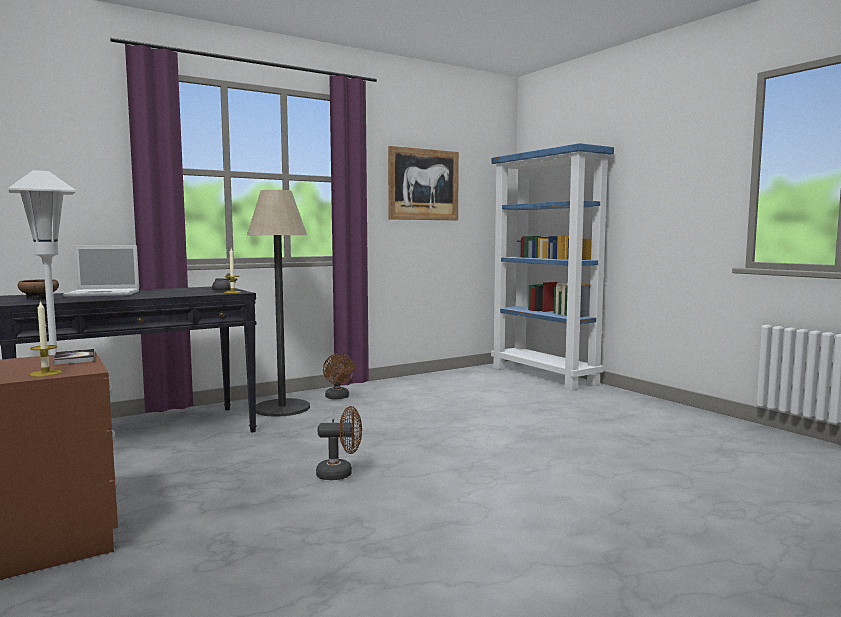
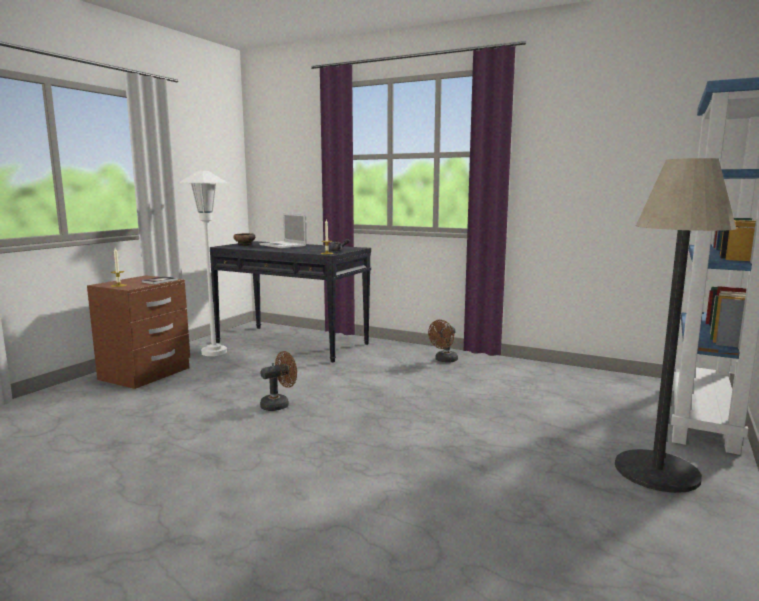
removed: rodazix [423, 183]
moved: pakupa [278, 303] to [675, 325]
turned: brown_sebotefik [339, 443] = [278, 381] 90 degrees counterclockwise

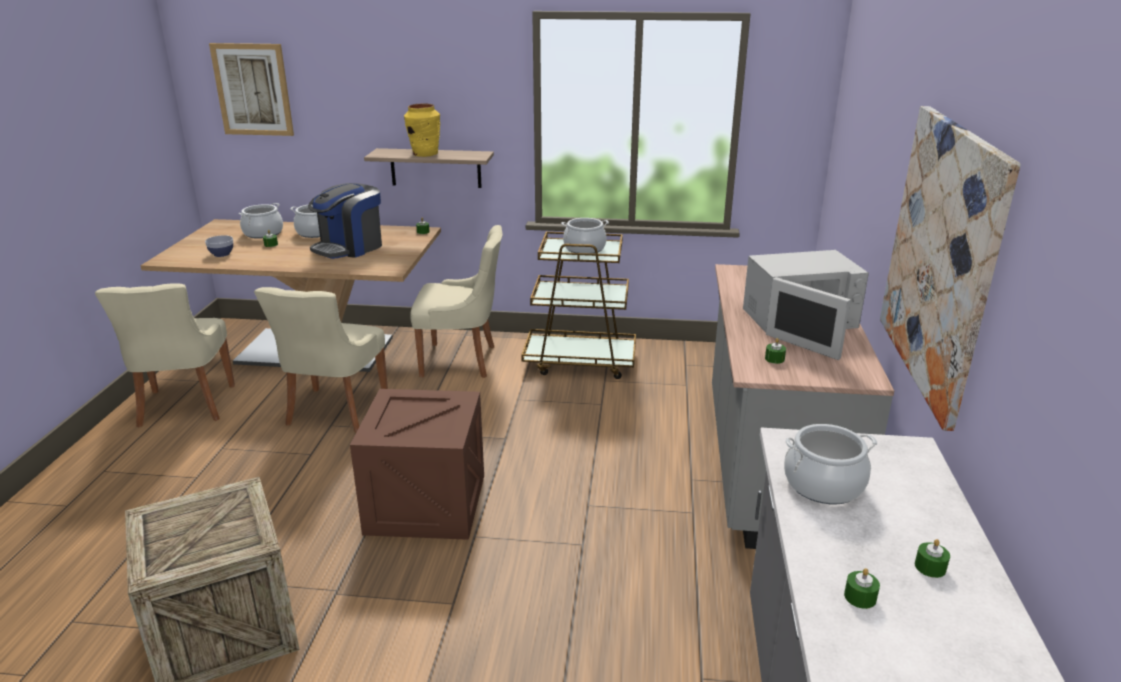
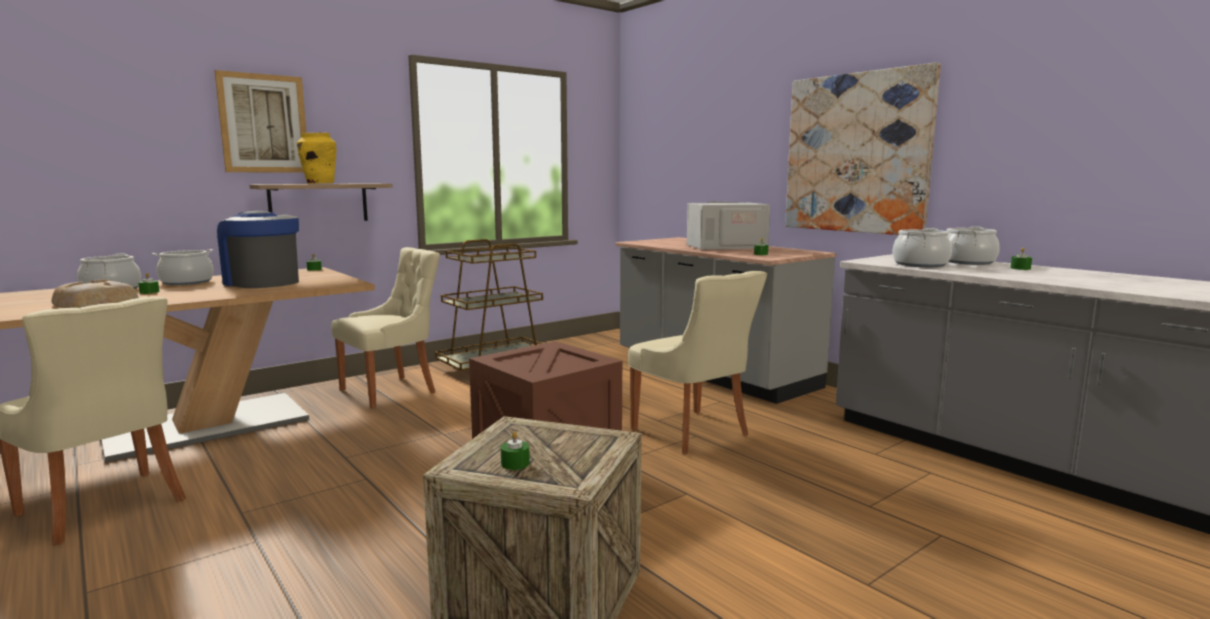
moved: rodazix [251, 89] to [260, 121]; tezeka [585, 236] to [973, 245]; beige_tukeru [321, 360] to [697, 362]; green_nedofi [862, 588] to [515, 450]
replaced: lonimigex [219, 246] to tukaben [95, 293]
turned: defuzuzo [345, 221] = [258, 249] 135 degrees clockwise; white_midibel [806, 305] = [728, 225] 135 degrees counterclockwise

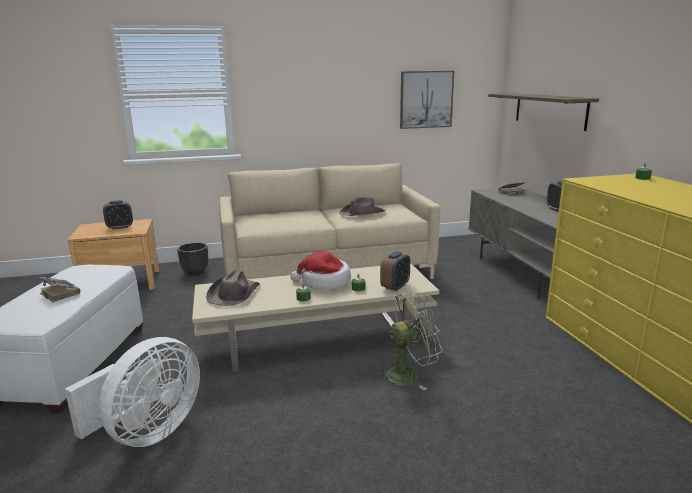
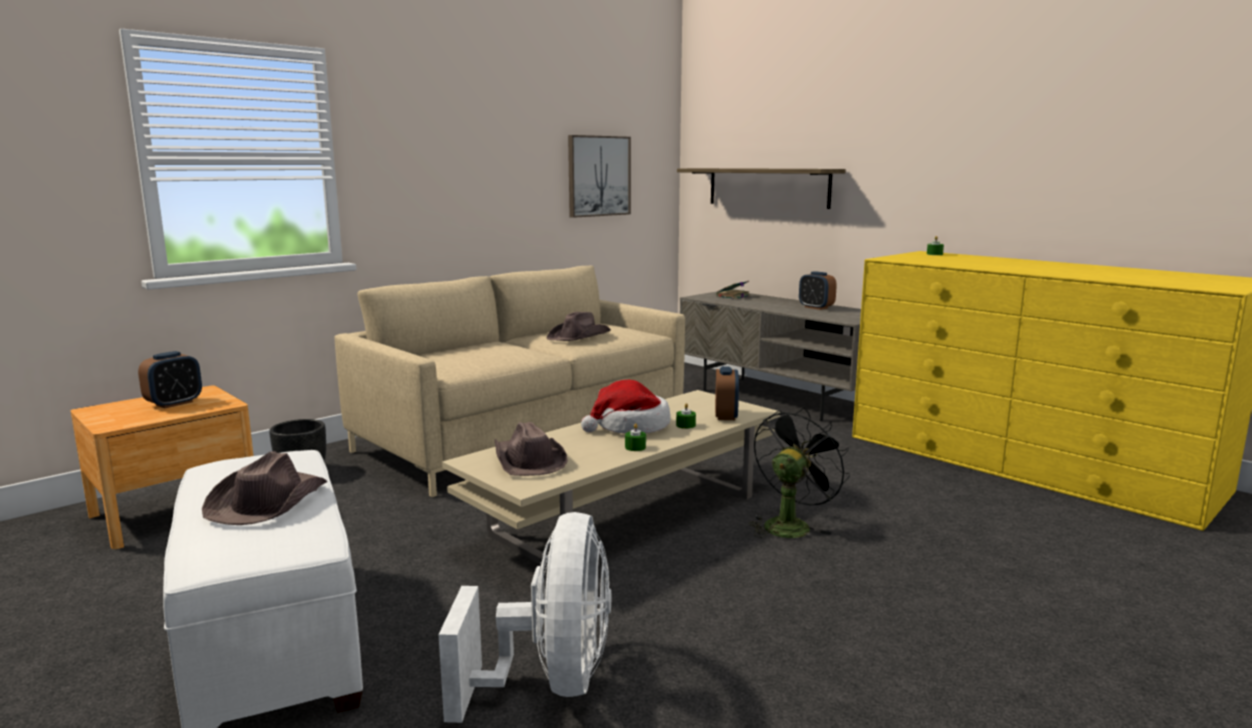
replaced: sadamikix [59, 289] to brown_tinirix [265, 488]
recoloured: green_sebotefik [408, 341] to black_sebotefik [799, 472]

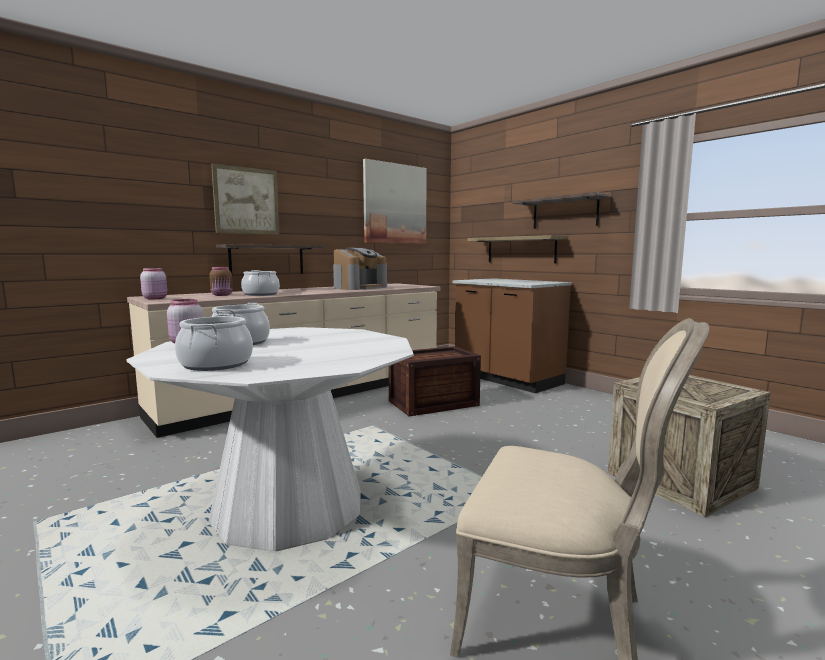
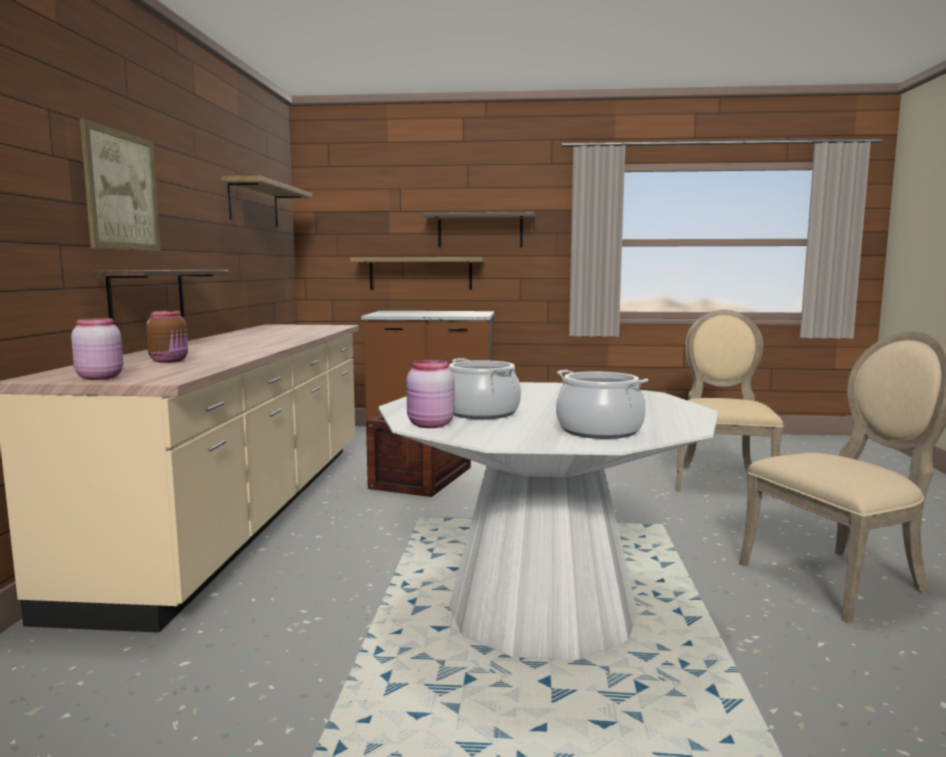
removed: defuzuzo [360, 269]; tezeka [260, 283]
replaced: rodazix [395, 201] to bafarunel [266, 201]; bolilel [689, 446] to beige_tukeru [730, 404]

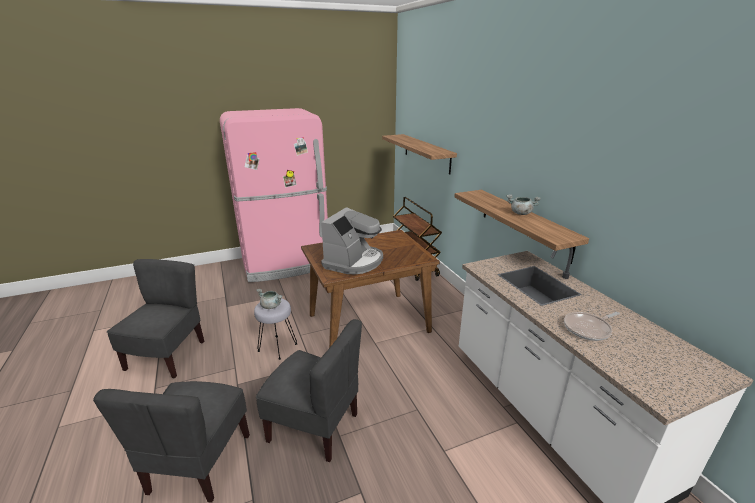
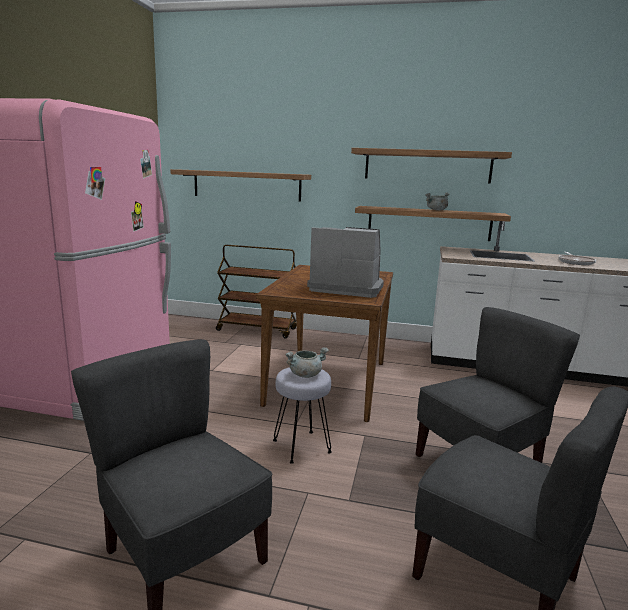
added: bafarunel [431, 166]
turned: defuzuzo [352, 240] = [345, 262] 45 degrees counterclockwise

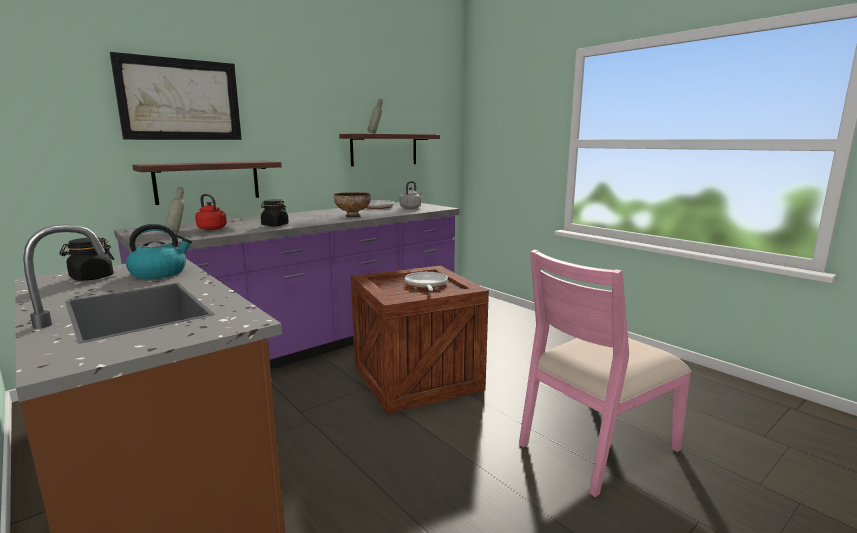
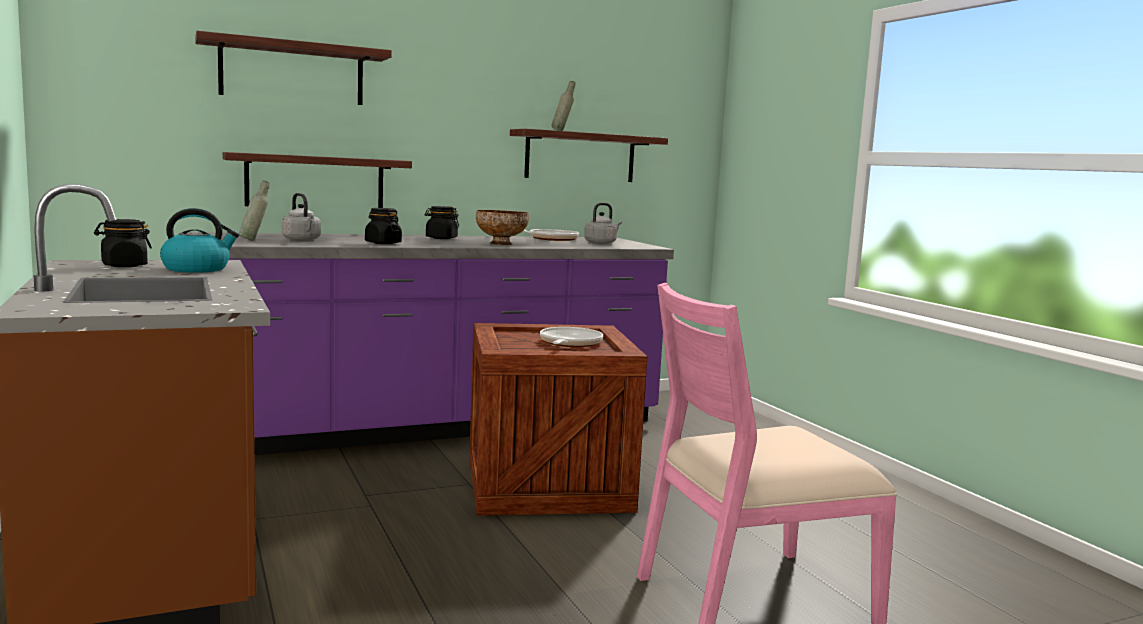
added: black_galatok [441, 222]
replaced: rodazix [176, 96] to bafarunel [293, 68]
recoloured: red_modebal [211, 212] to grey_modebal [301, 217]

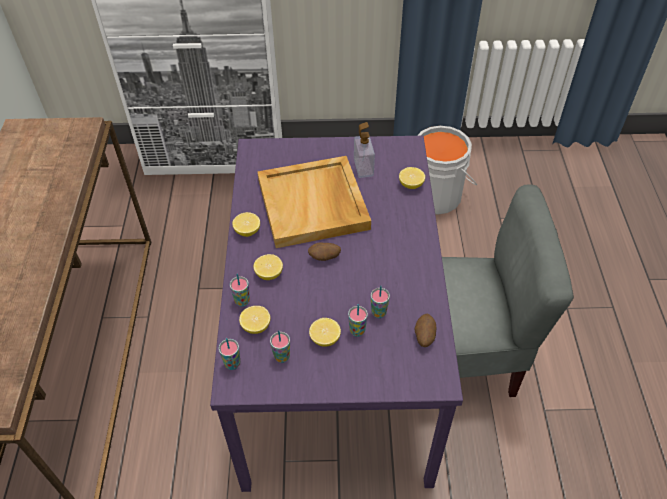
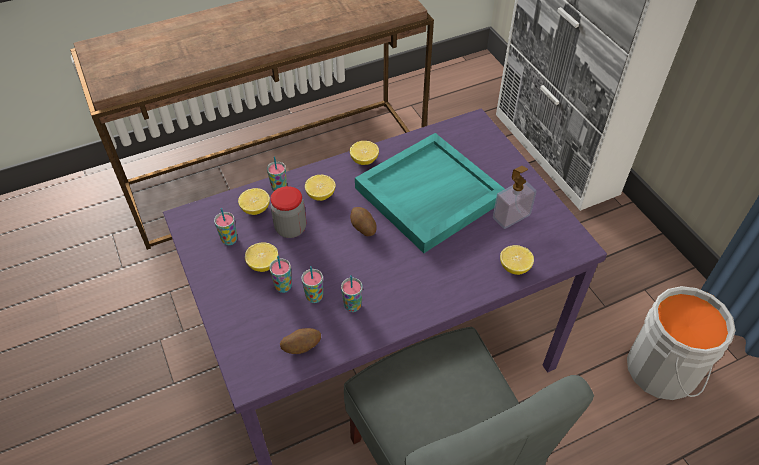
added: galatok [288, 212]
moved: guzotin [229, 354] to [352, 293]
recoloured: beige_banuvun [314, 202] to turquoise_banuvun [430, 193]

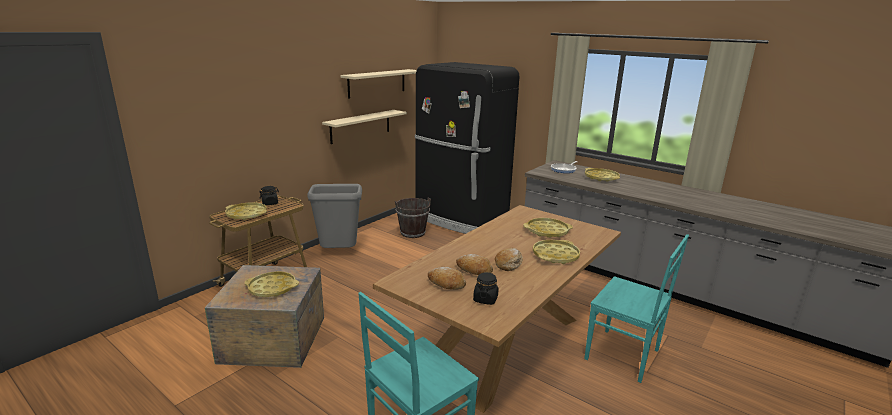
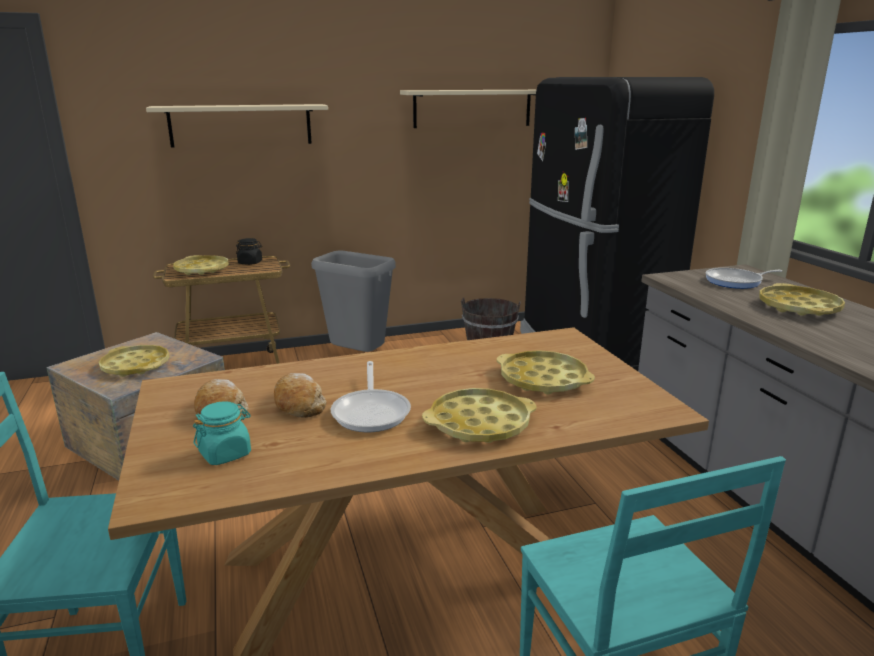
moved: beige_bafarunel [364, 127] to [237, 126]
replaced: tukaben [509, 259] to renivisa [371, 396]
recoloured: black_galatok [486, 288] to turquoise_galatok [222, 433]

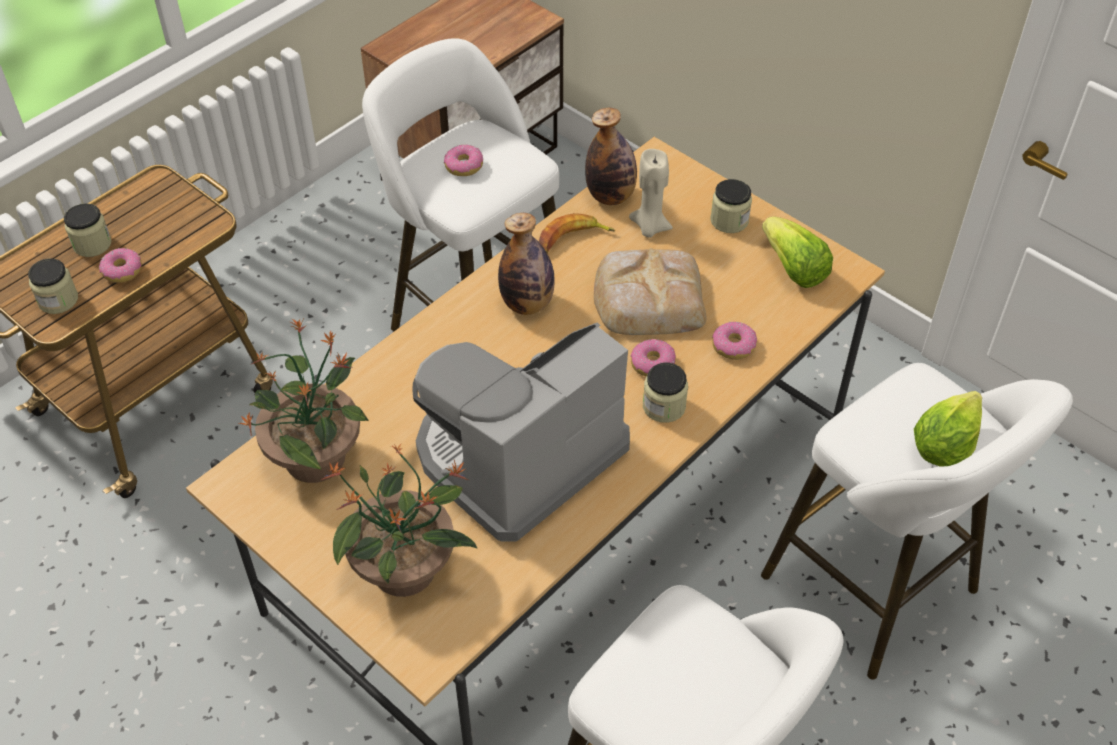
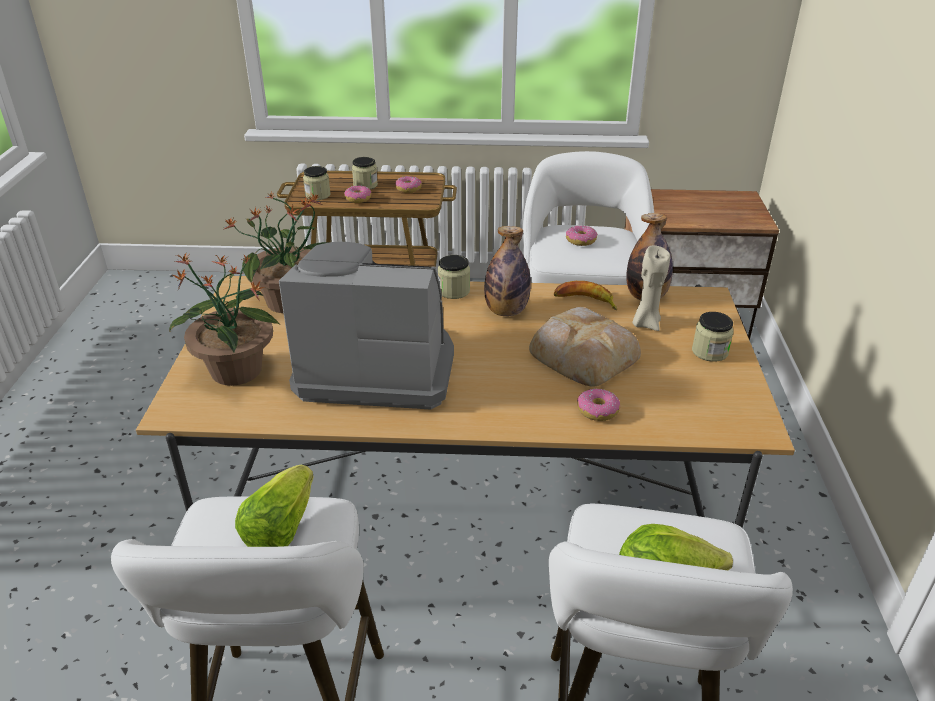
moved: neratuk [797, 252] to [274, 506]; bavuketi [653, 358] to [408, 184]; galatok [665, 393] to [454, 277]

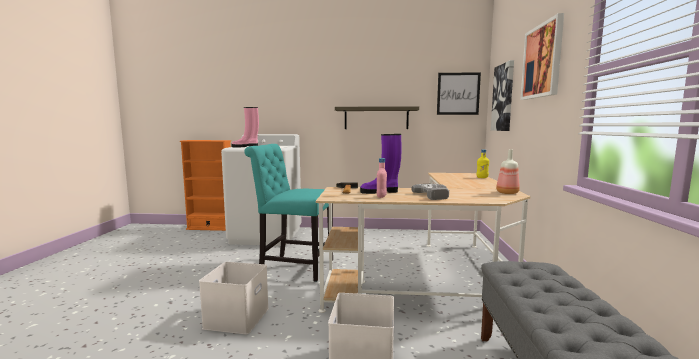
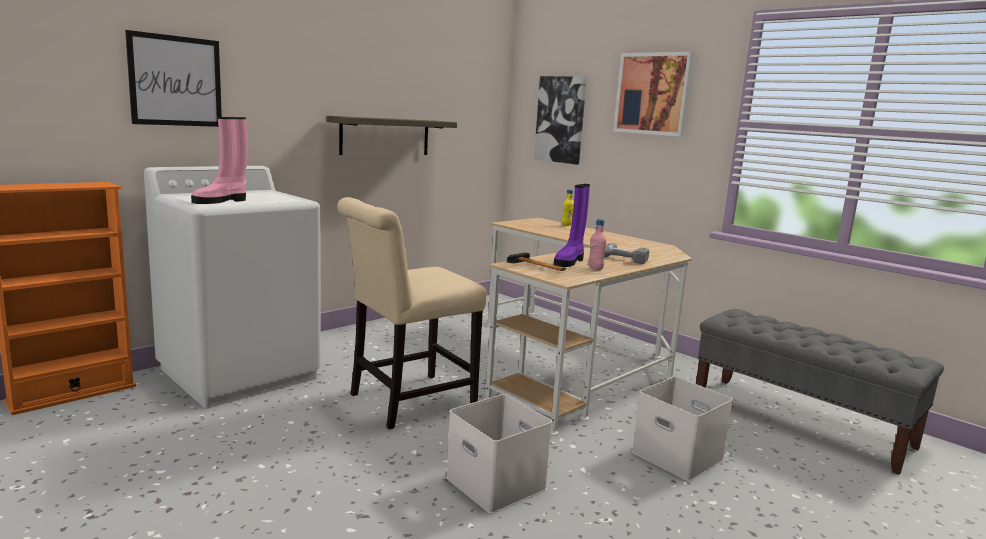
removed: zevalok [508, 172]
moved: rodazix [459, 93] to [173, 78]
recoloured: turquoise_tukeru [288, 213] to beige_tukeru [412, 313]

